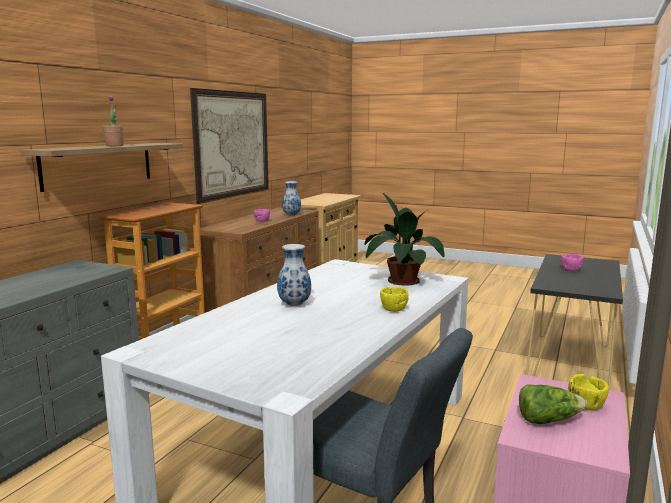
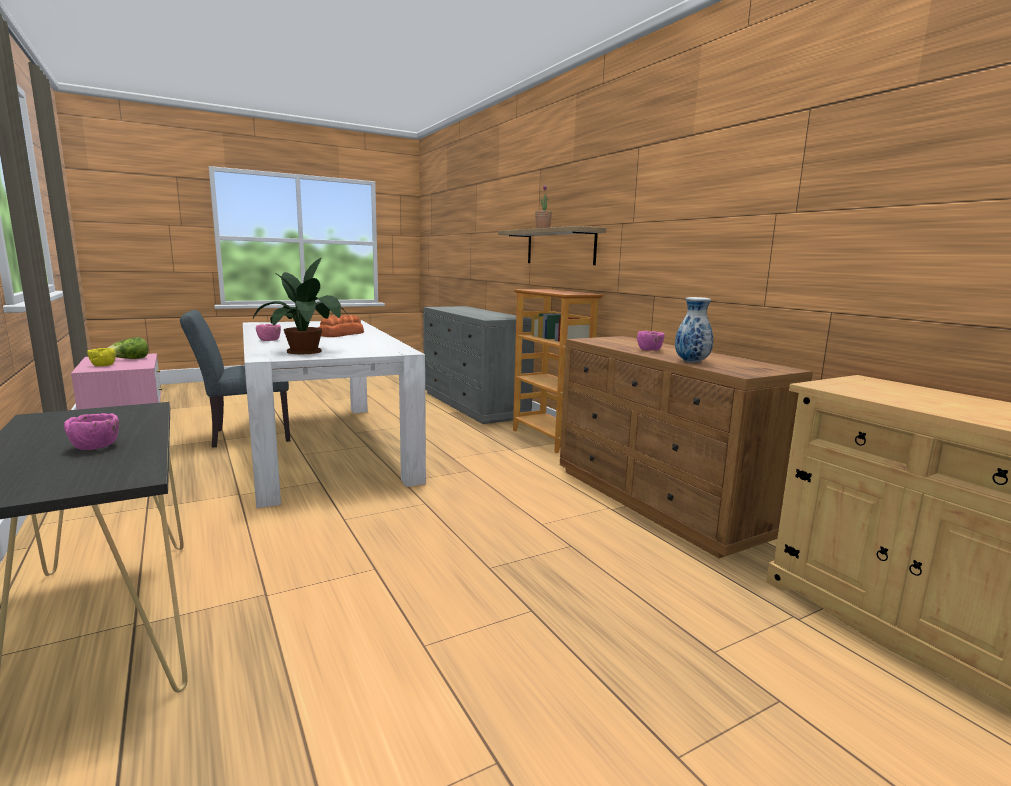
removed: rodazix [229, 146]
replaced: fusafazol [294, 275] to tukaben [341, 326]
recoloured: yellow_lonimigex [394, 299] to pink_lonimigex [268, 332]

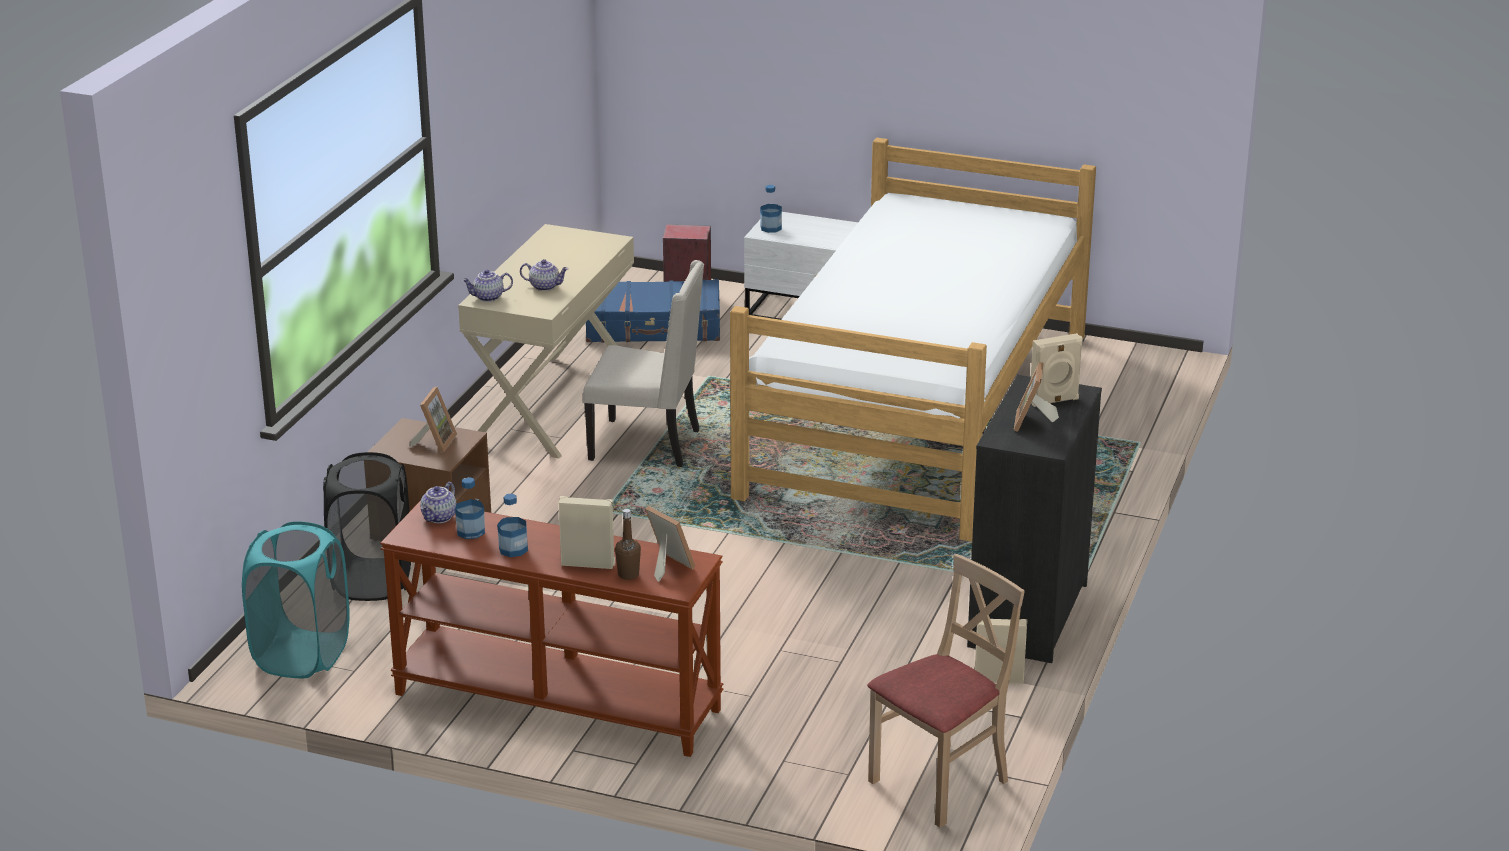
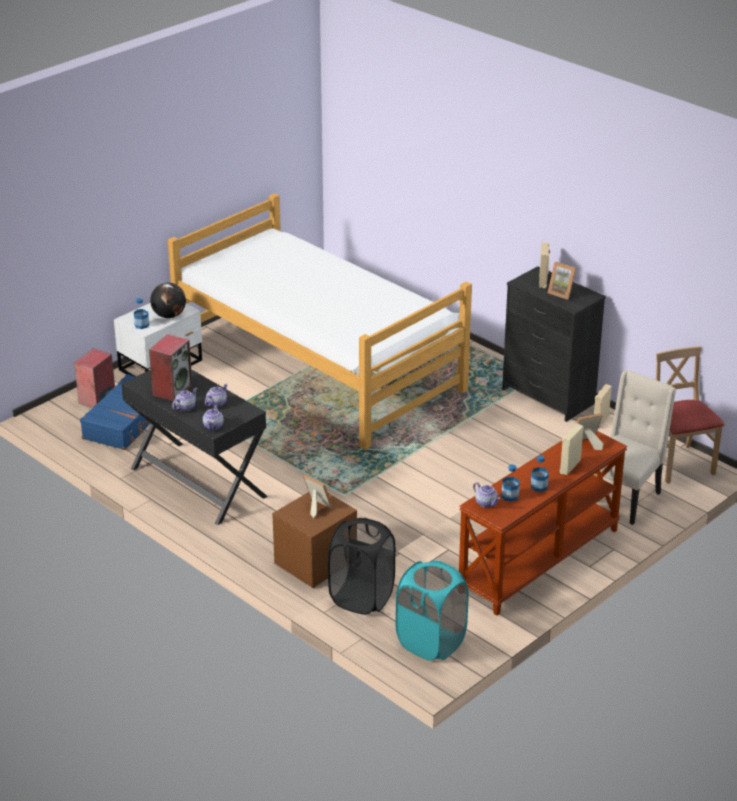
removed: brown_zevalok [628, 544]
added: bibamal [168, 300]; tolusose [170, 367]; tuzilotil [185, 399]
moved: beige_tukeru [643, 363] to [635, 447]
recoloured: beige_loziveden [546, 341] to black_loziveden [194, 447]

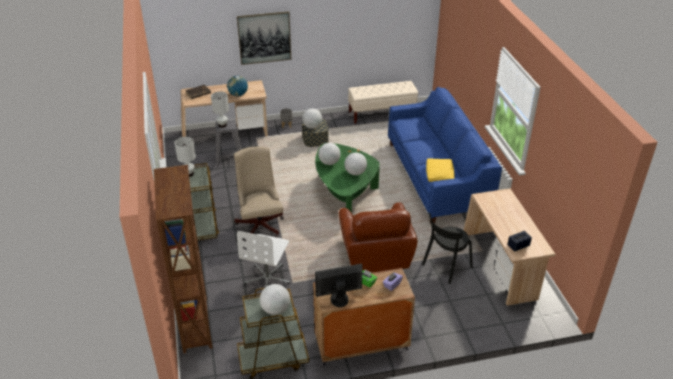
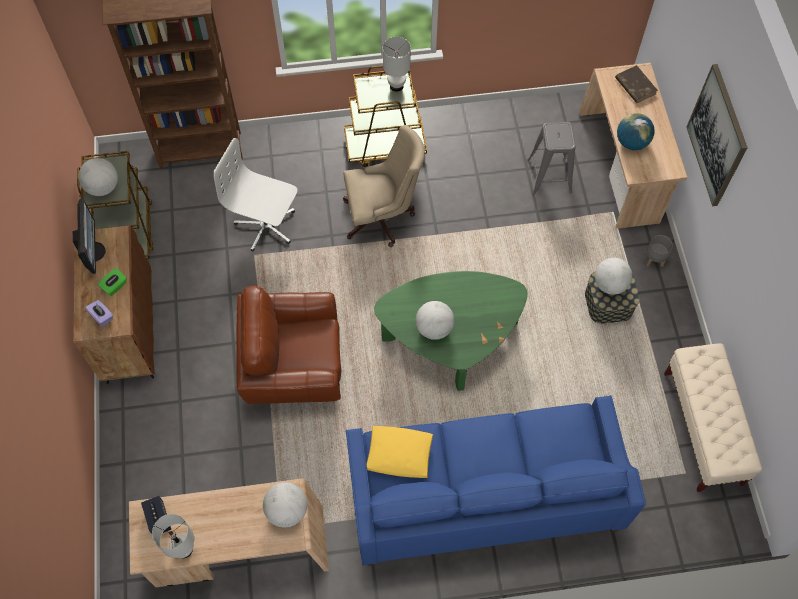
removed: black_tukeru [447, 248]
moved: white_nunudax [220, 109] to [173, 536]; bibamal [329, 154] to [285, 504]

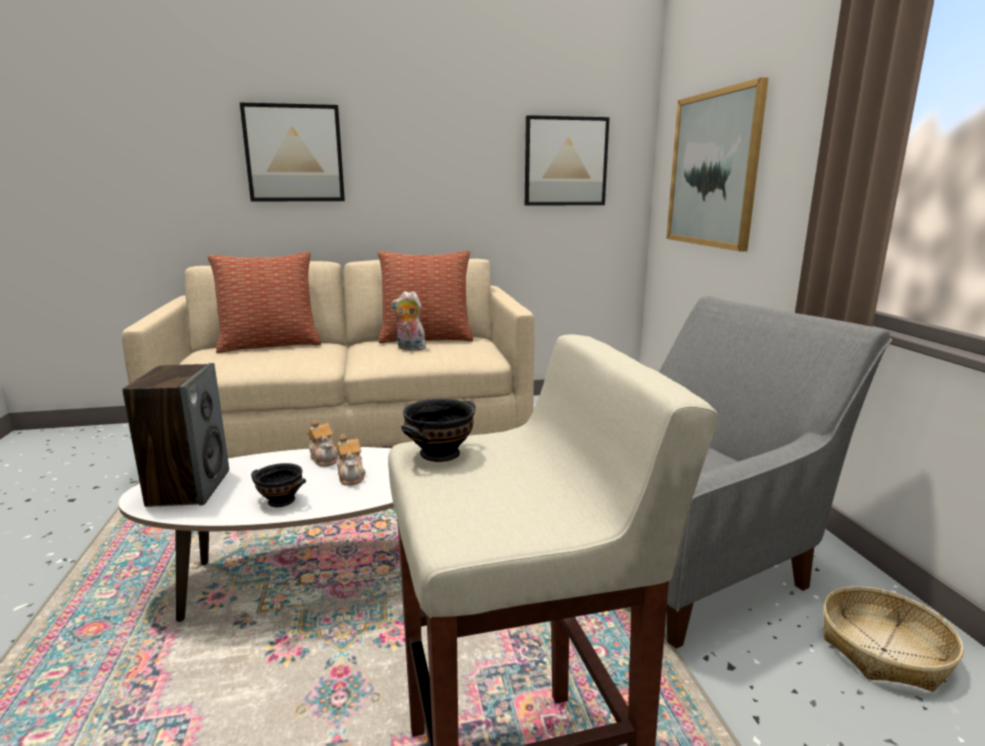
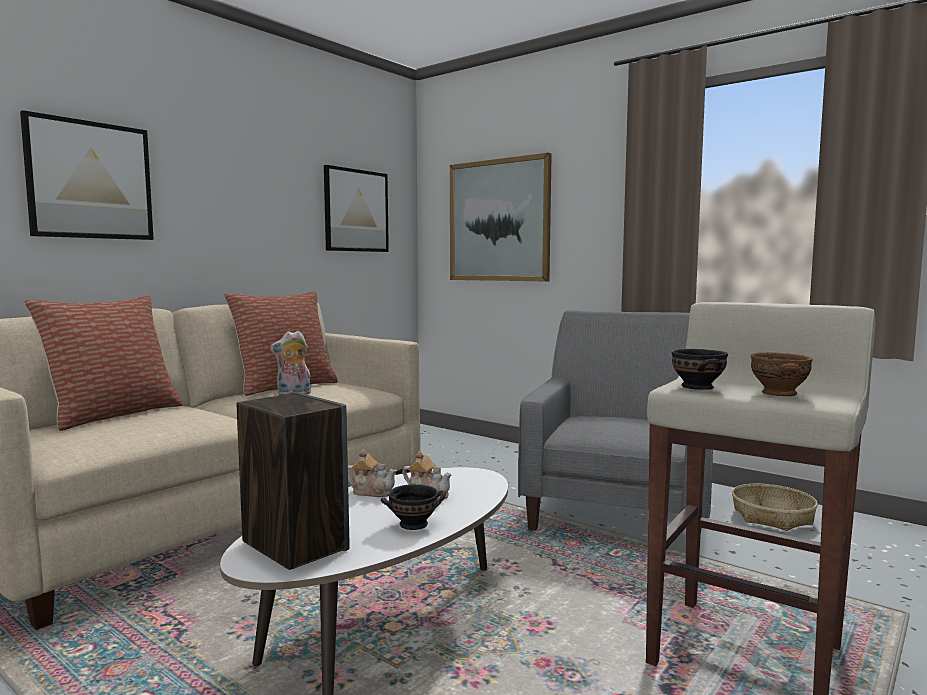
added: brown_lonimigex [782, 374]

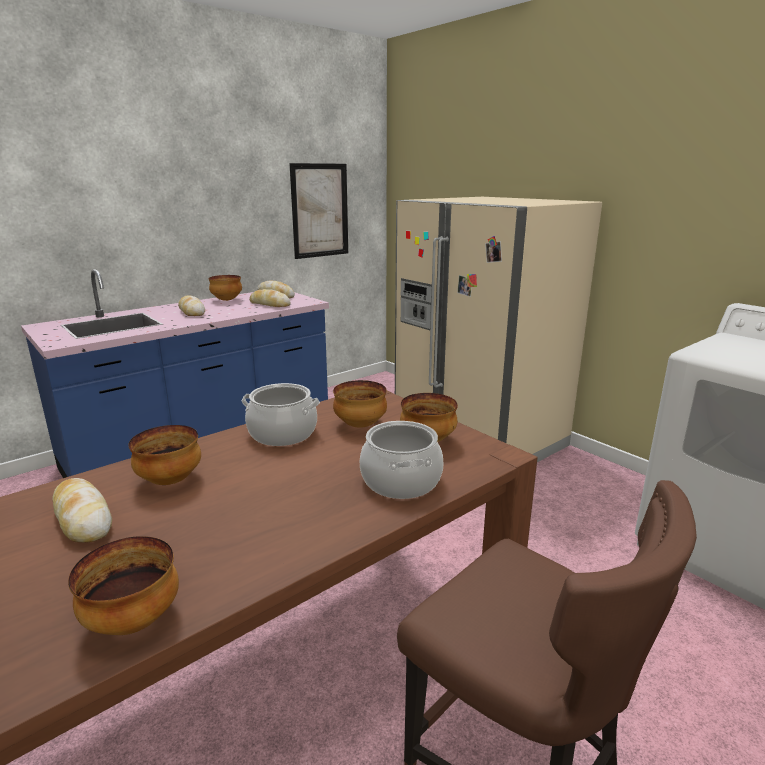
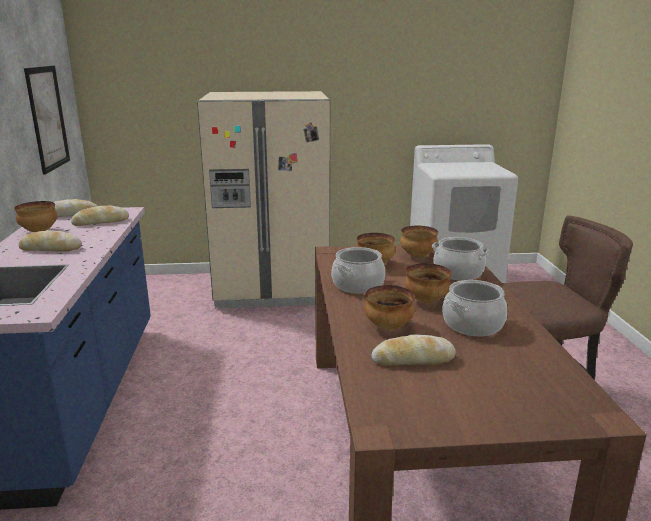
added: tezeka [474, 308]
moved: lonimigex [123, 585] to [428, 283]

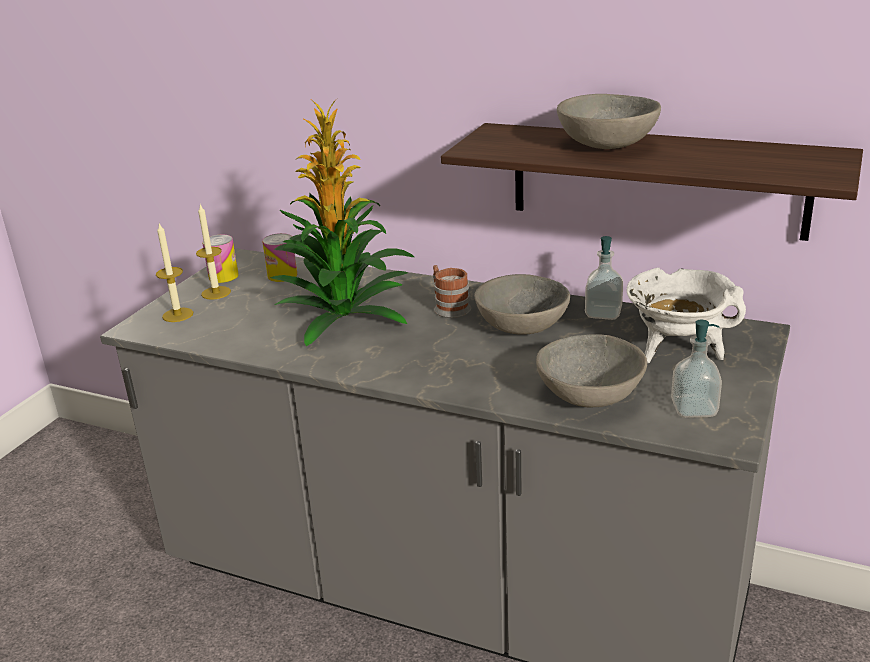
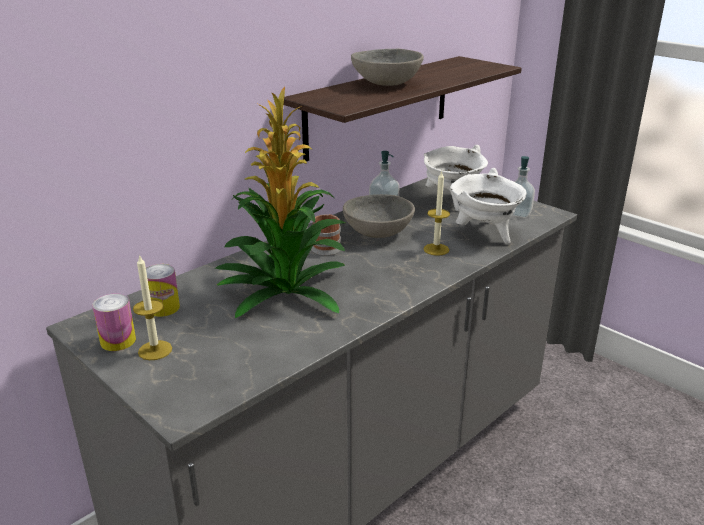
moved: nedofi [174, 272] to [436, 213]
replaced: grey_lonimigex [591, 370] to white_tezeka [488, 206]

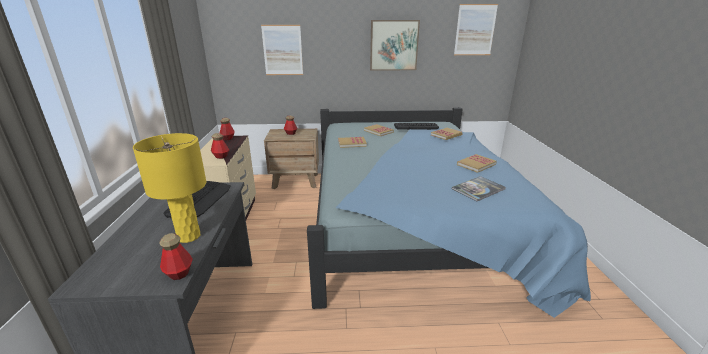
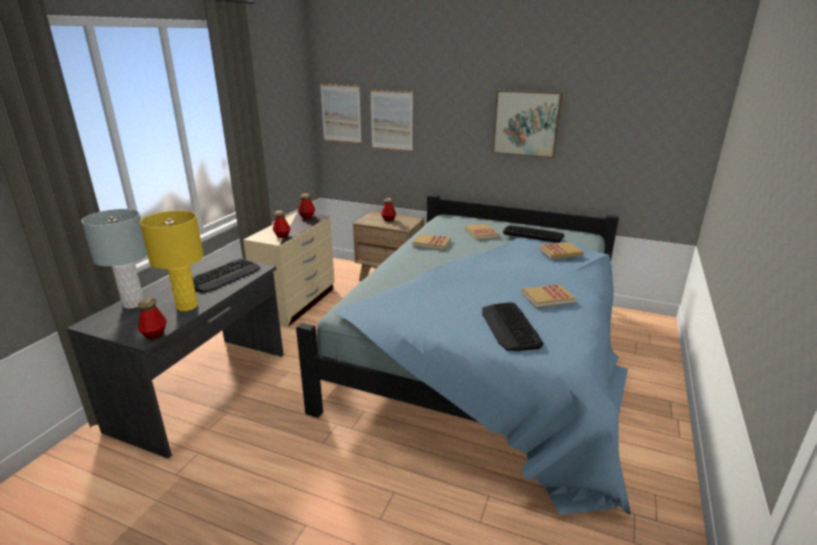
added: grey_nunudax [114, 259]
moved: rodazix [476, 29] to [341, 113]
replaced: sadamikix [479, 188] to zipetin [513, 326]

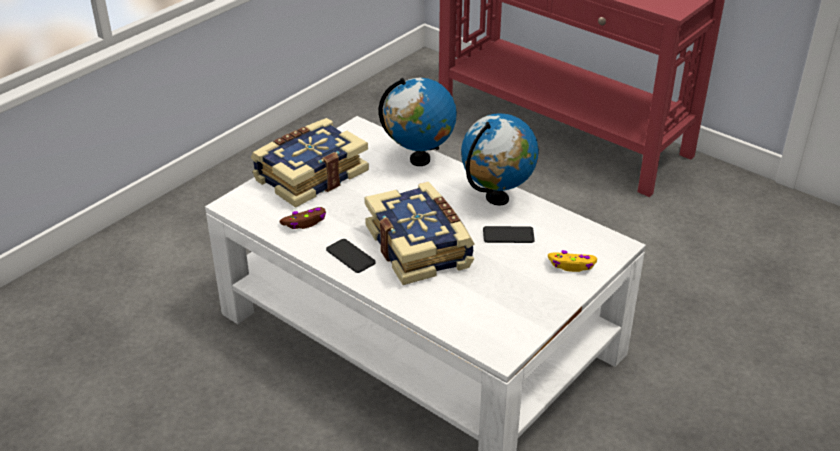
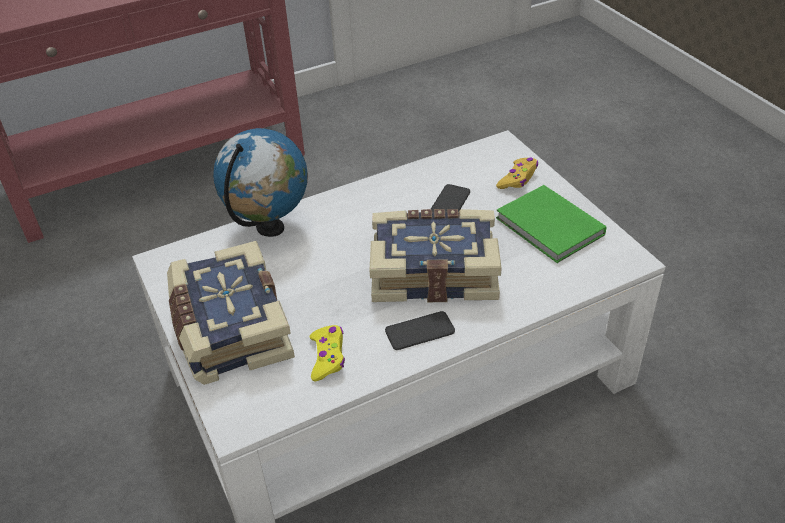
removed: bibamal [500, 159]
added: green_sadamikix [551, 224]
recoloured: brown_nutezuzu [302, 218] to yellow_nutezuzu [327, 353]

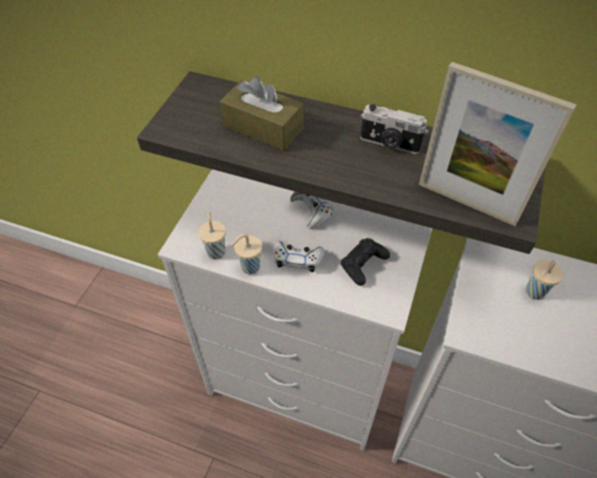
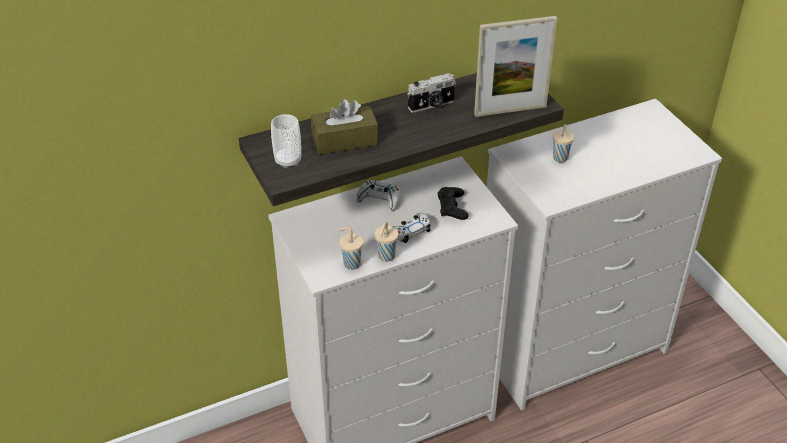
added: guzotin [286, 141]

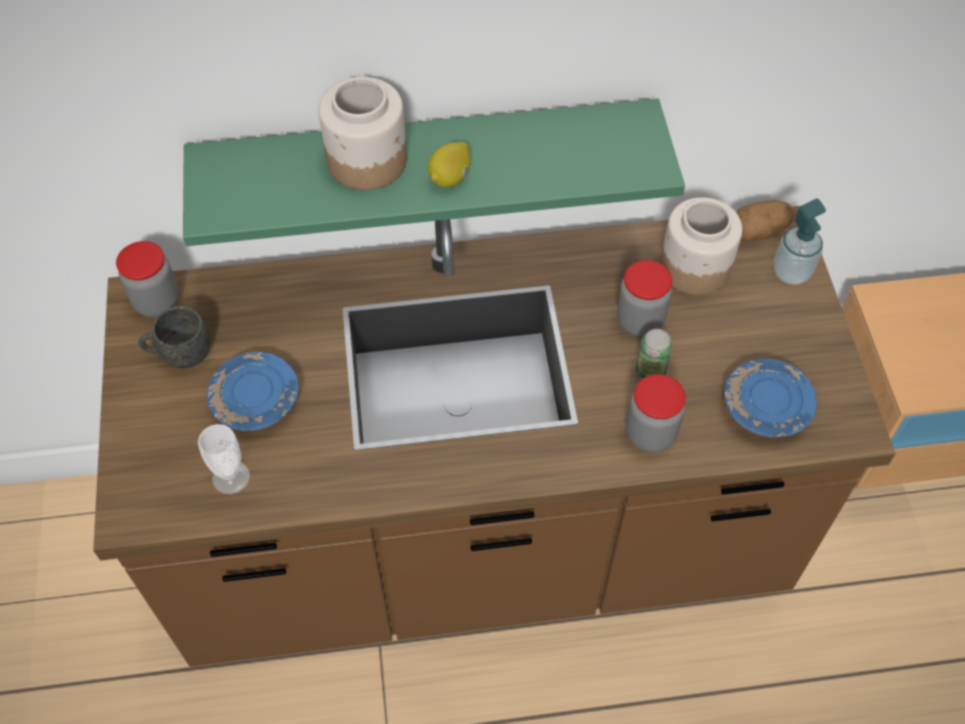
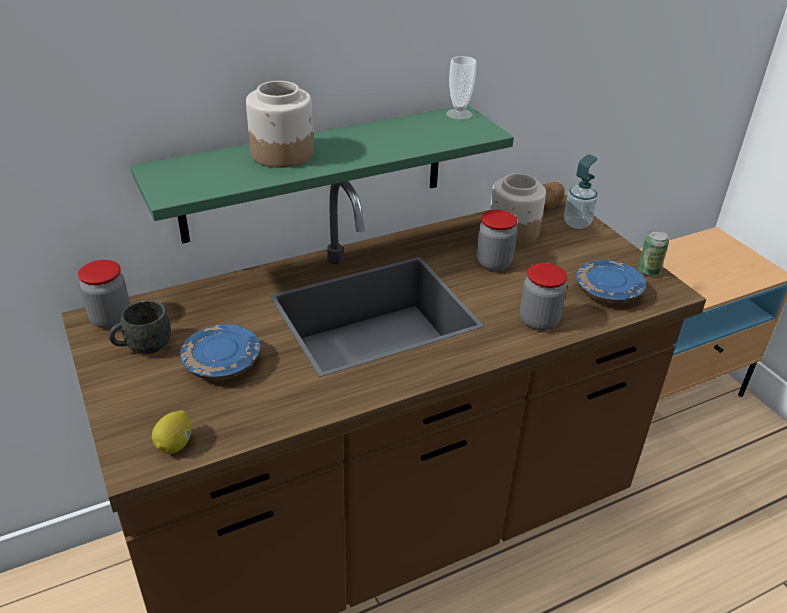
moved: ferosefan [449, 165] to [171, 432]; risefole [654, 354] to [653, 253]; guzotin [224, 459] to [461, 88]

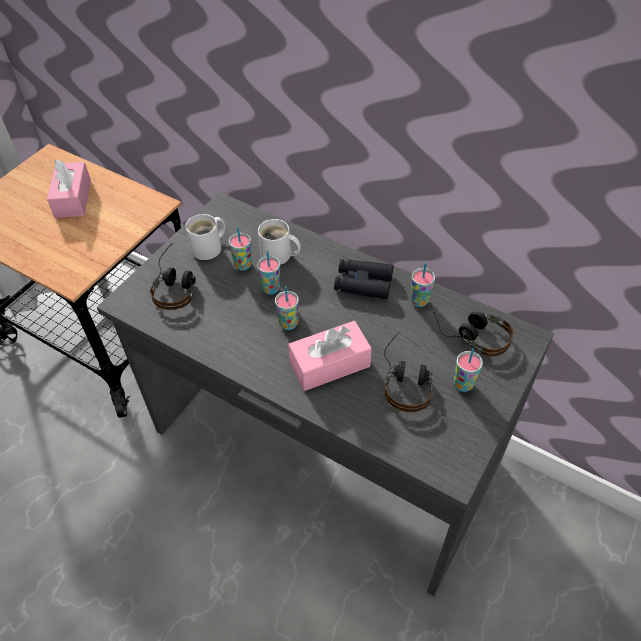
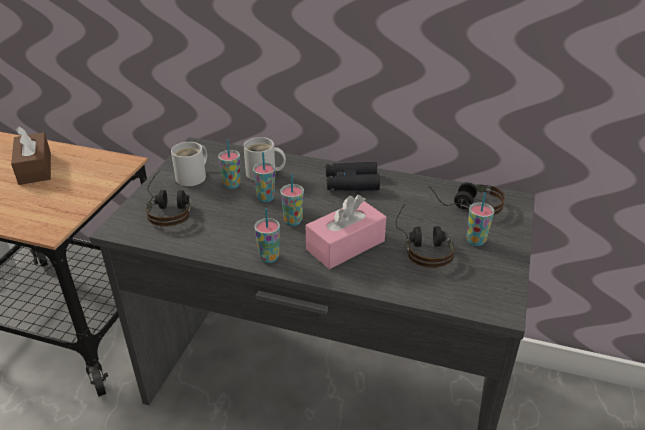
moved: guzotin [423, 285] to [267, 235]
recoloured: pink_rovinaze [69, 188] to brown_rovinaze [31, 155]

